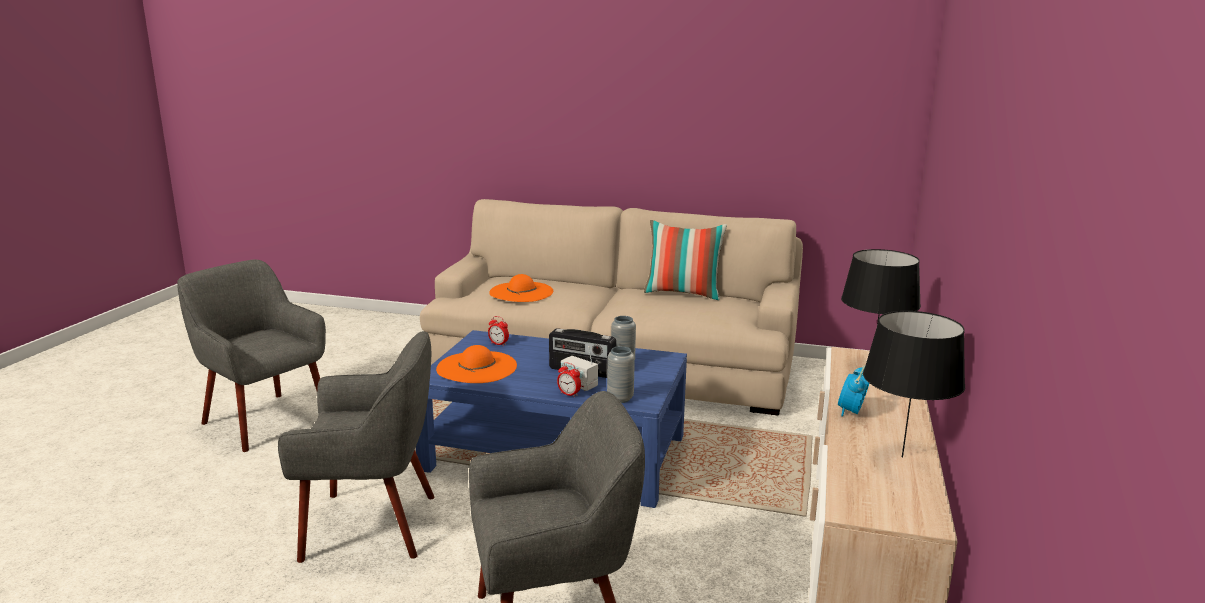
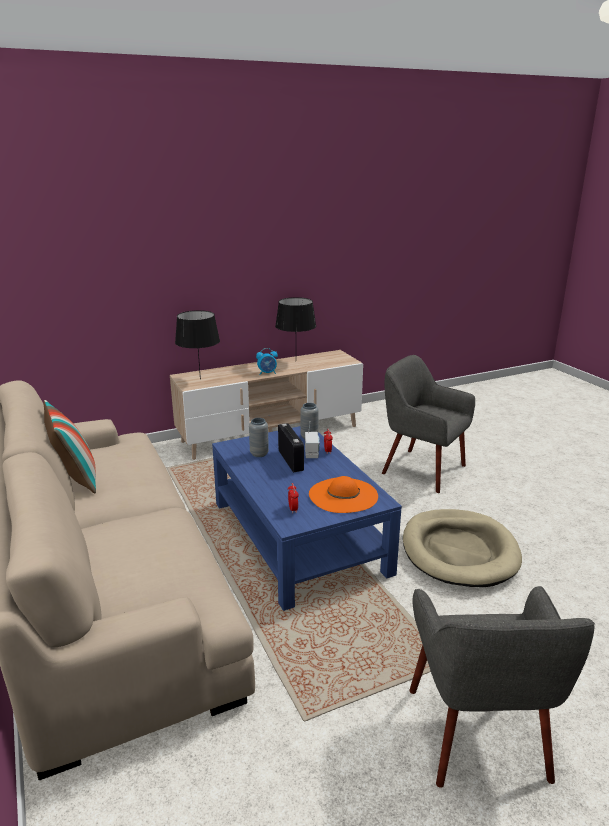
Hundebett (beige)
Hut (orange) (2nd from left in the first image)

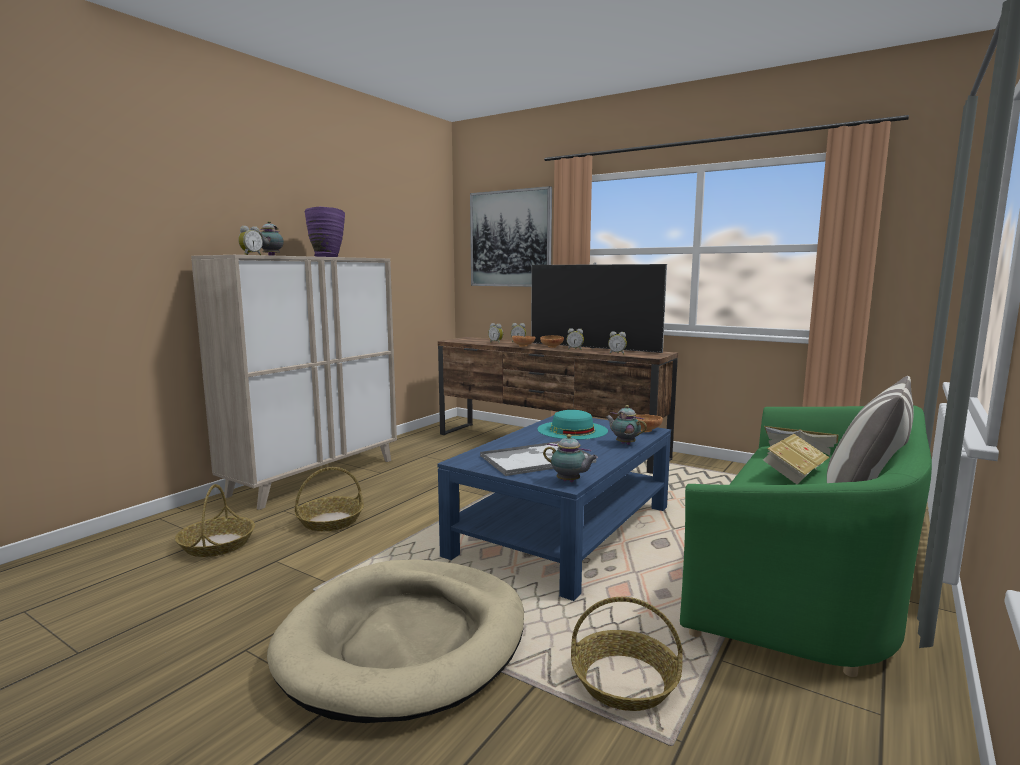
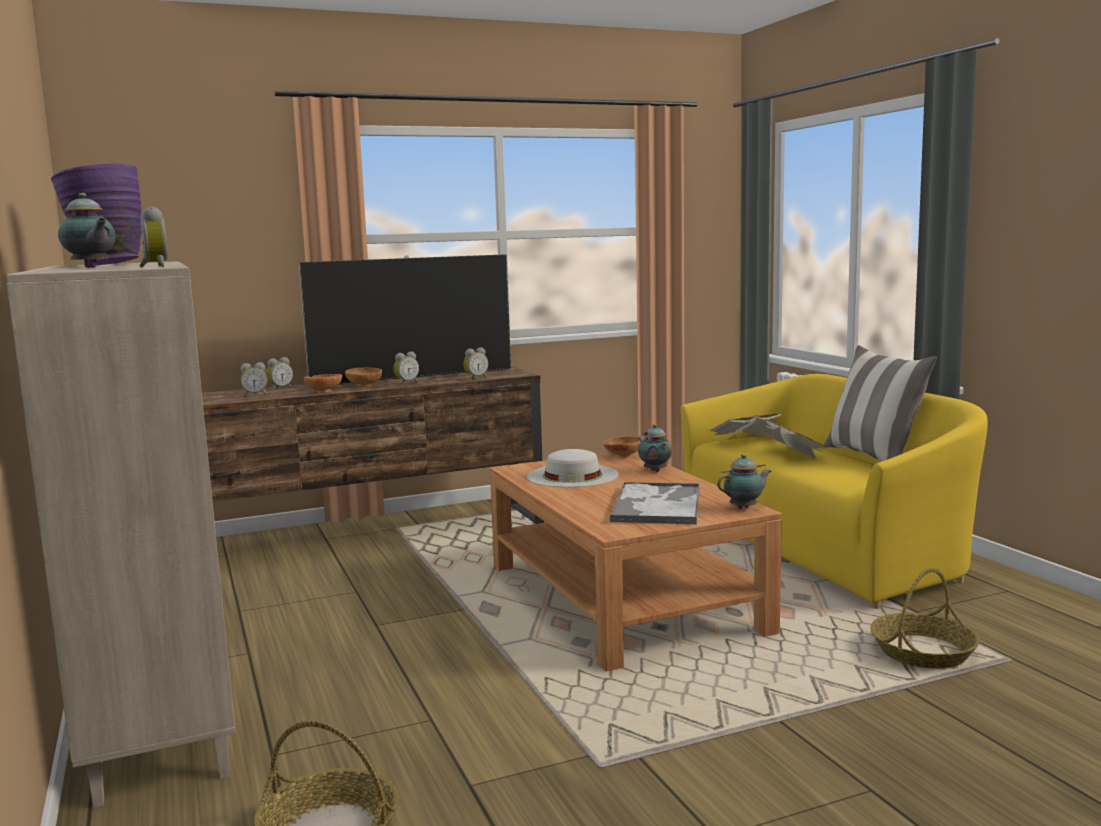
Hundebett (beige)
Korb (2nd from left in the first image)
Couchtisch (braun)
Bild
Hut (weiß)
Teekanne (2nd from left)
Sofa (gelb)

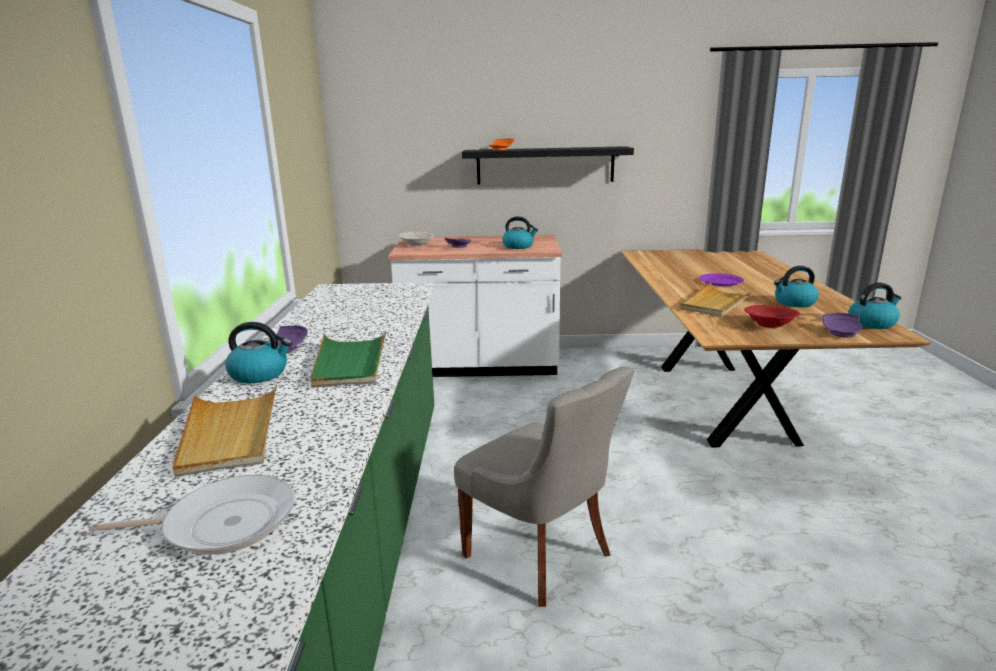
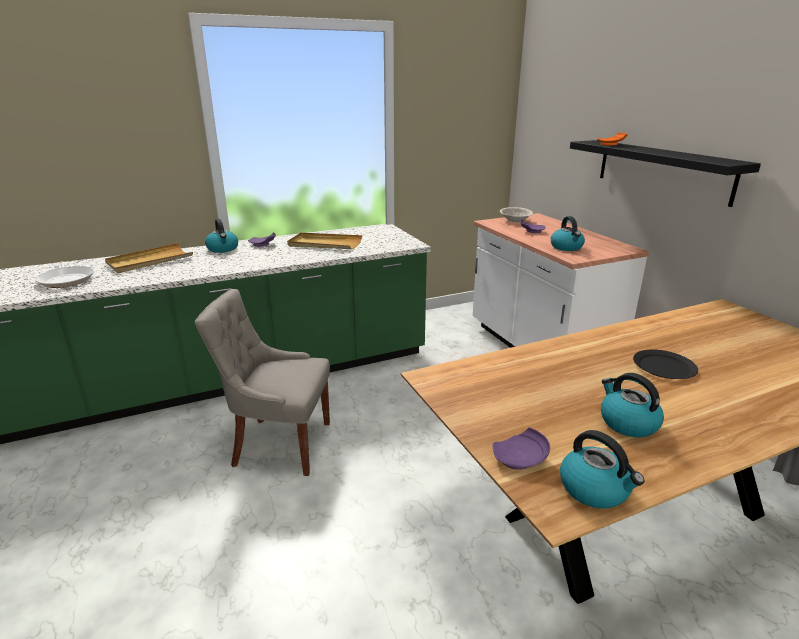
Tablett (grün)
Stuhl (grau)
Tablett (beige) (2nd from left)
Teller (schwarz)
Schüssel (rot)

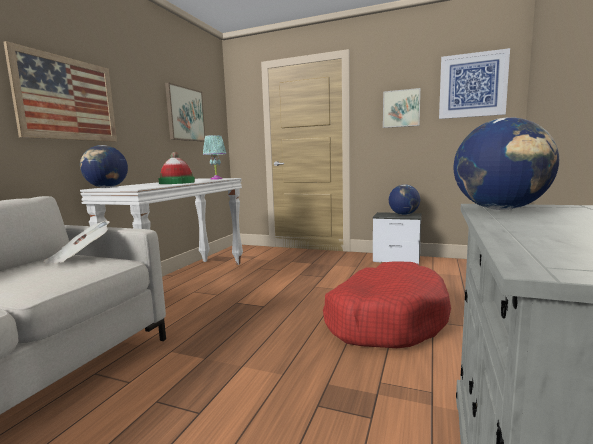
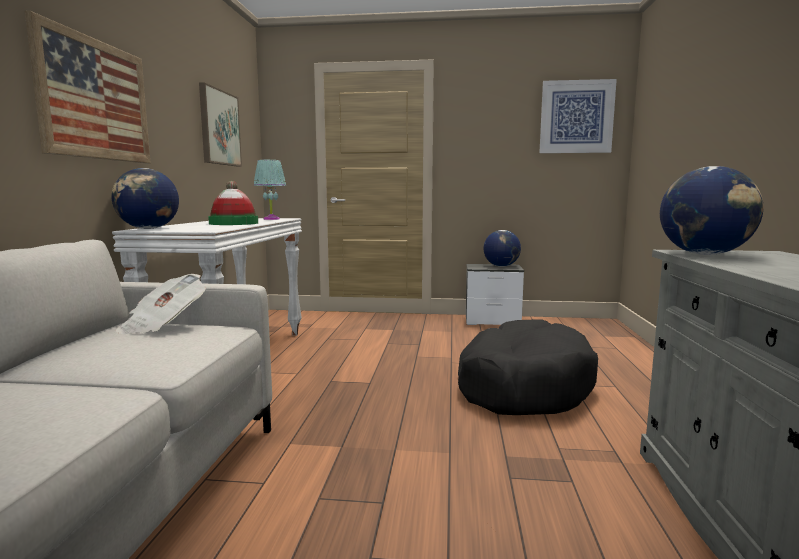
Hundebett (schwarz)
Bild (3rd from left in the first image)

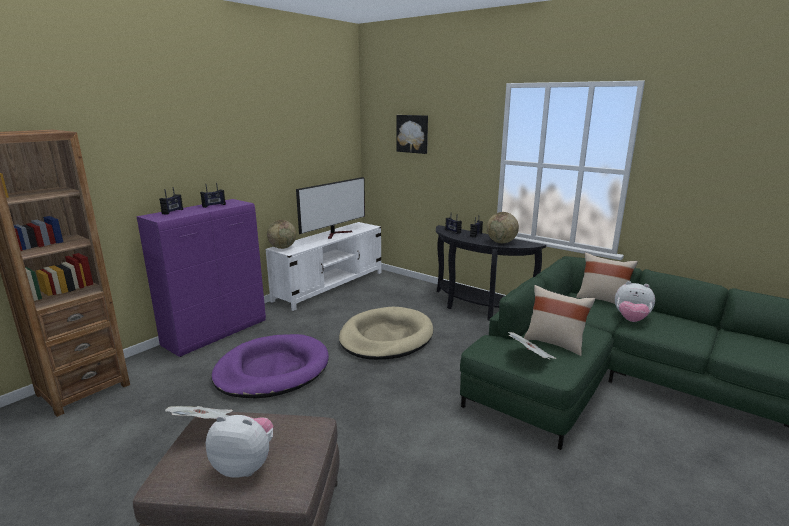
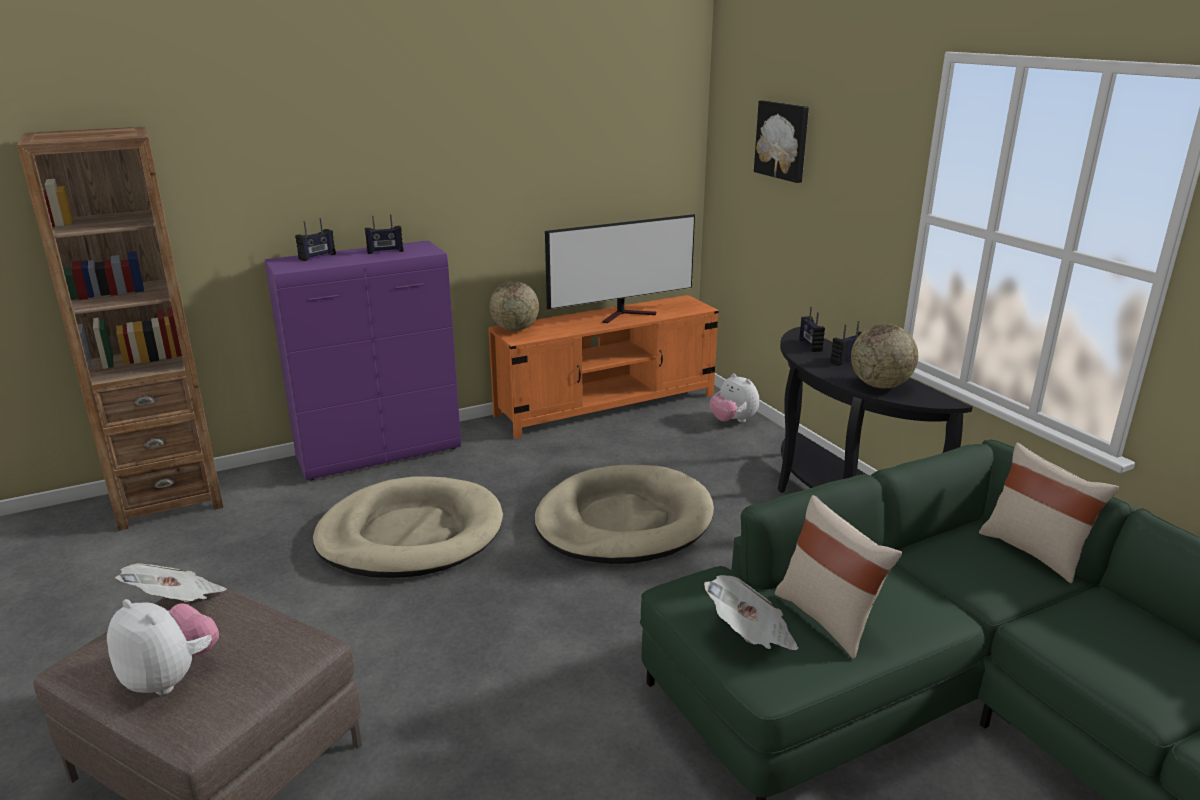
Hundebett (beige) (1st from left)
Fernsehschrank (orange)
Plüschtier (2nd from left)

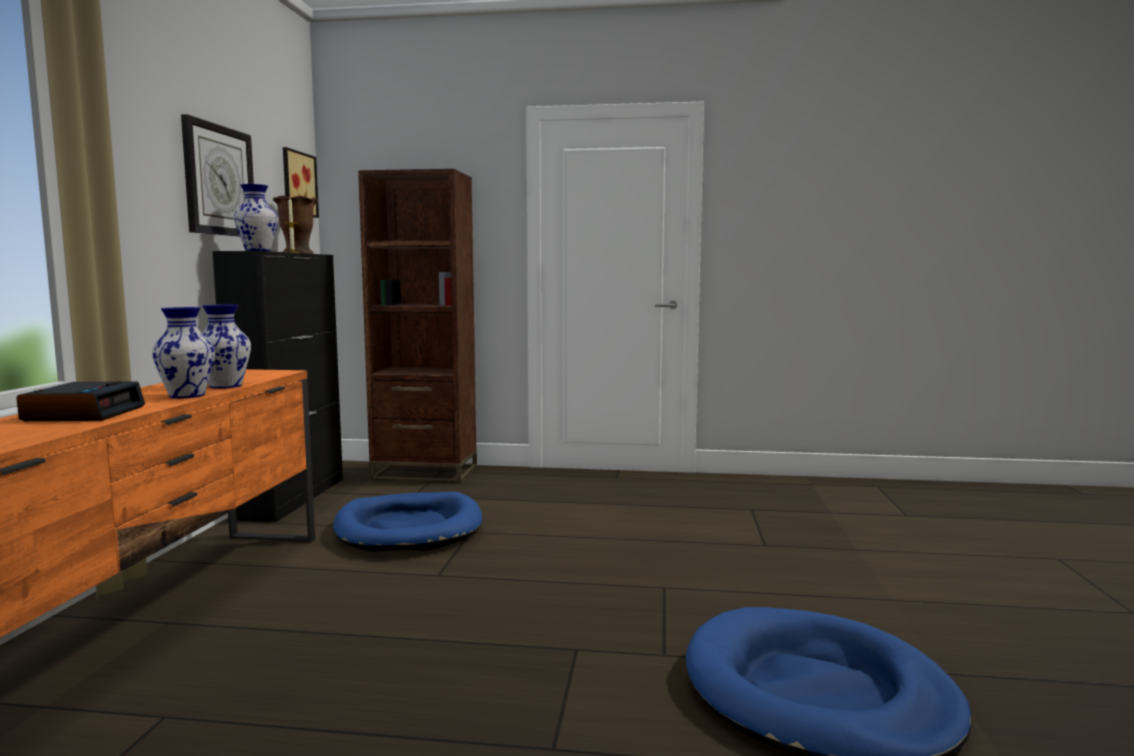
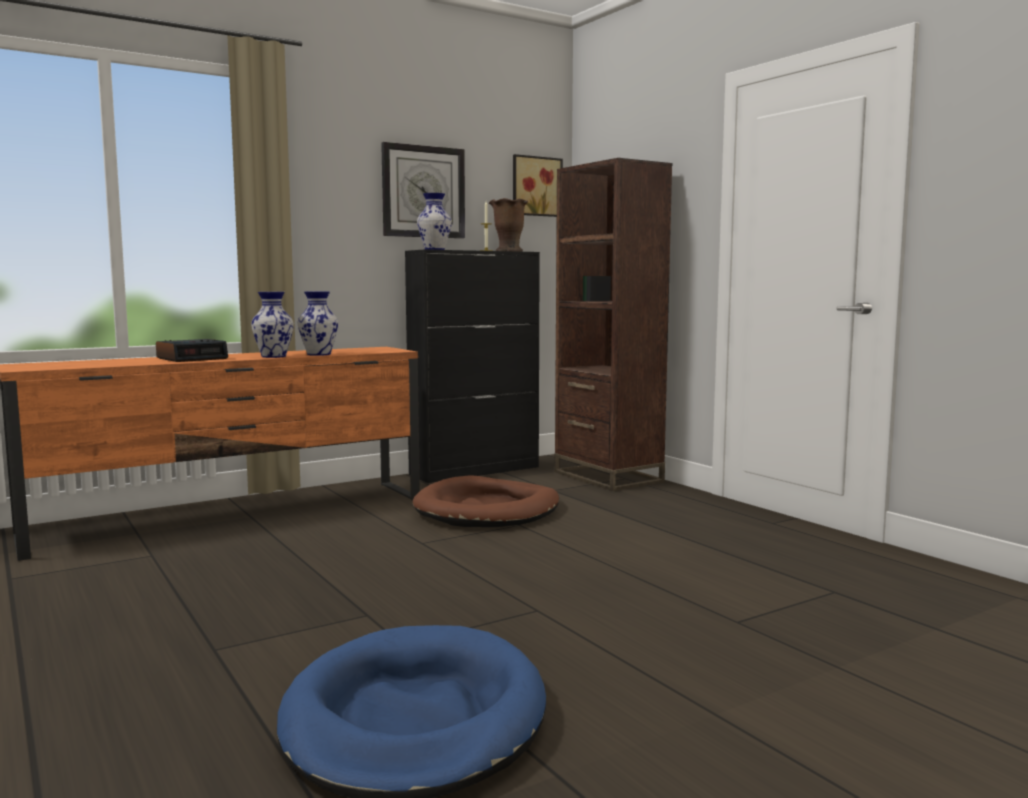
Hundebett (braun)

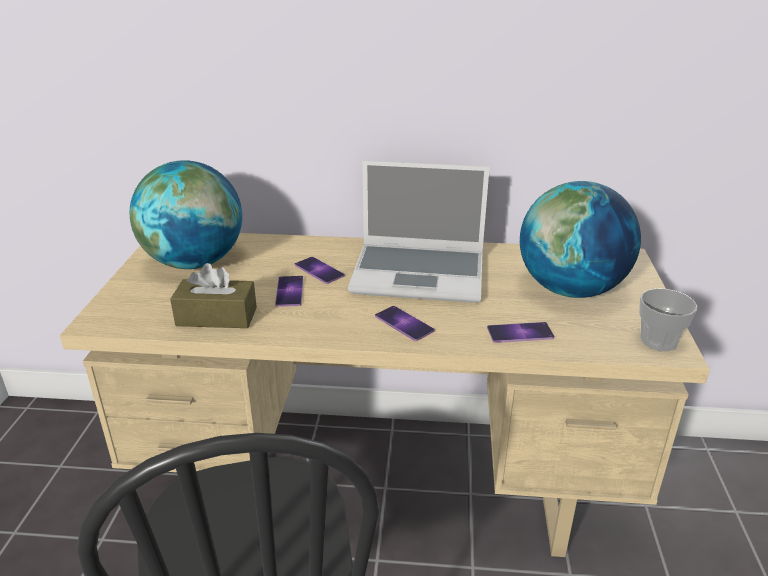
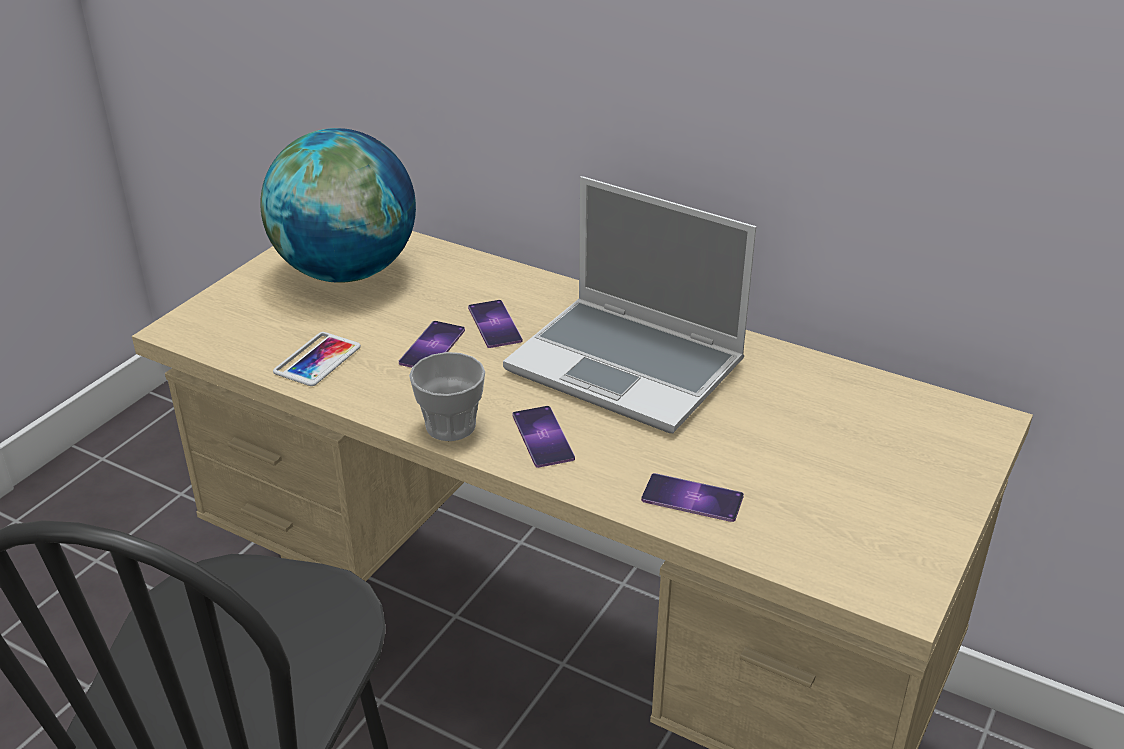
Handy (1st from left)
Globus (2nd from left in the first image)
Tasse

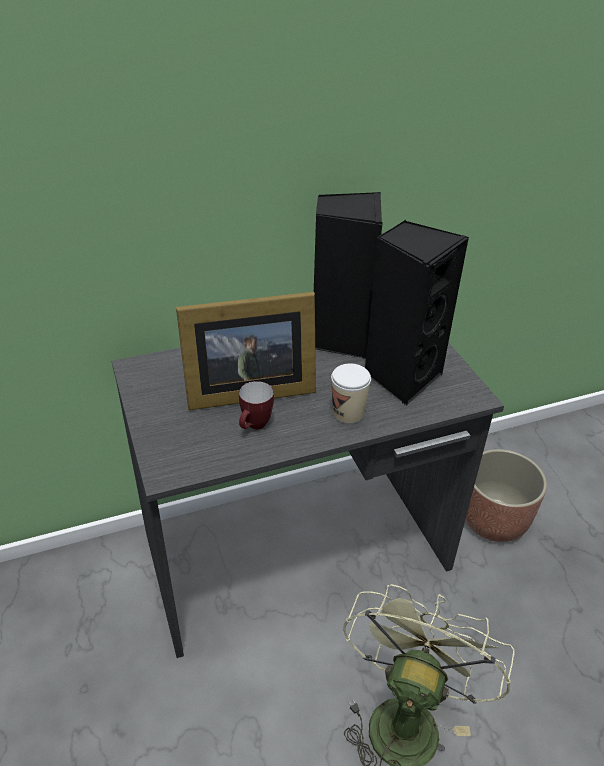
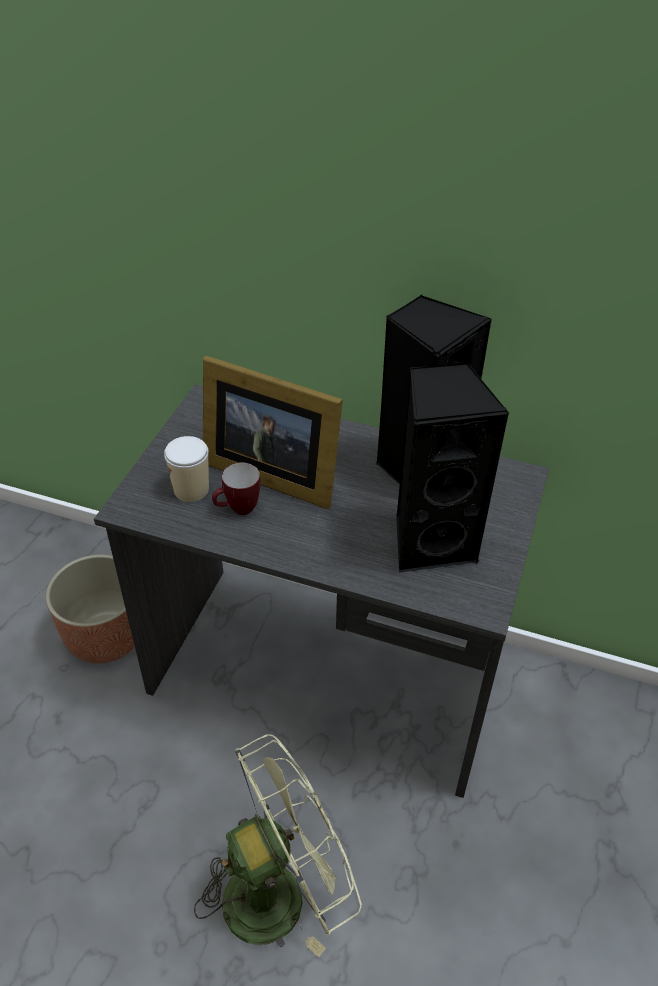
Tasse
Pflanzkübel

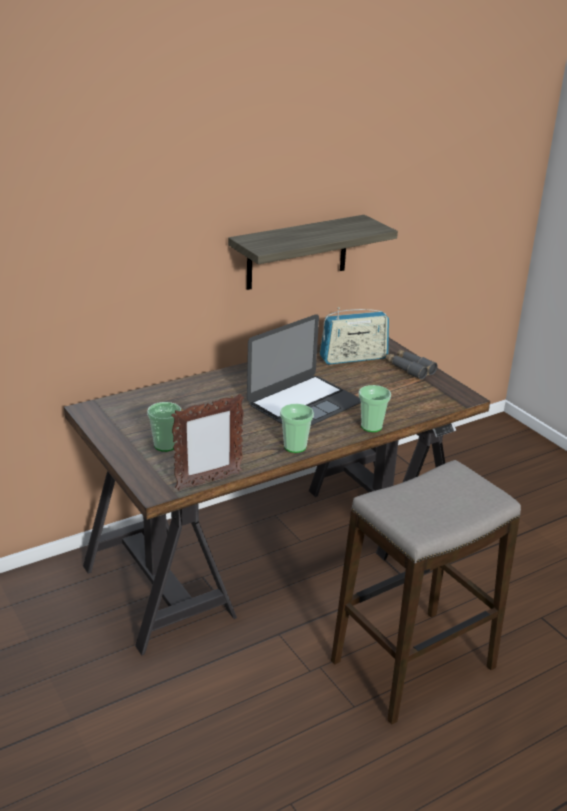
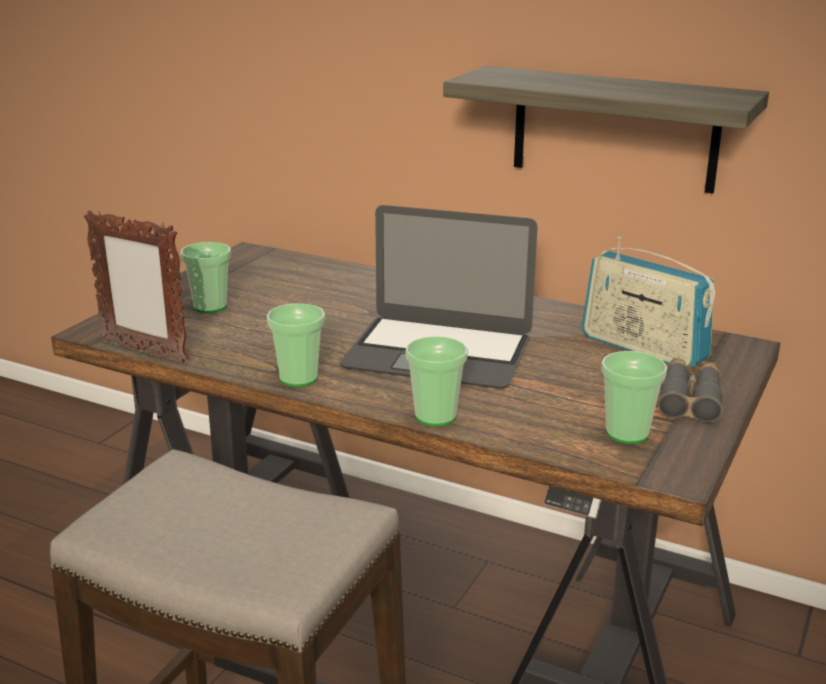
Tasse (4th from left)

